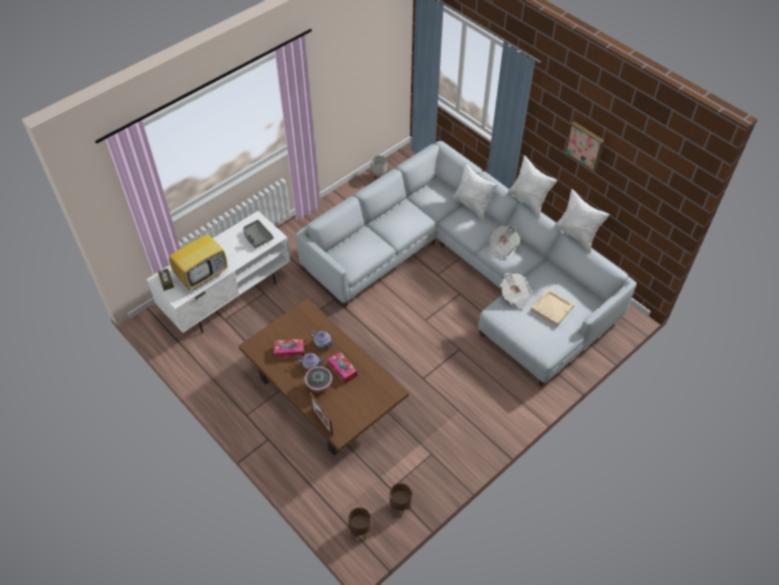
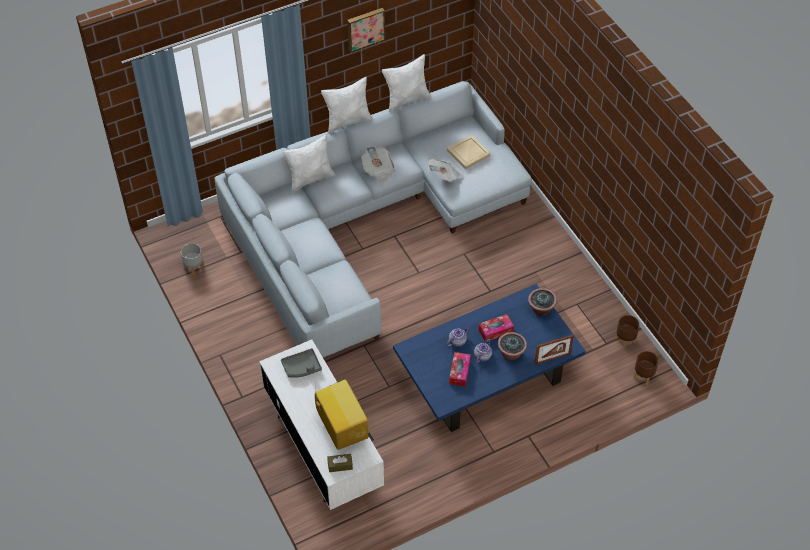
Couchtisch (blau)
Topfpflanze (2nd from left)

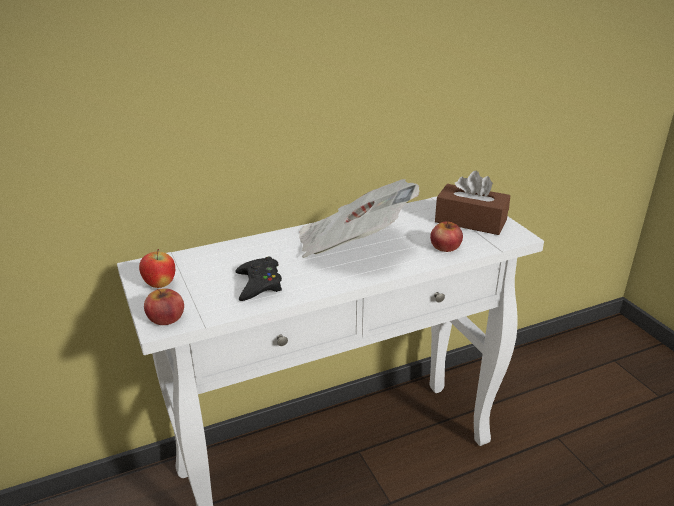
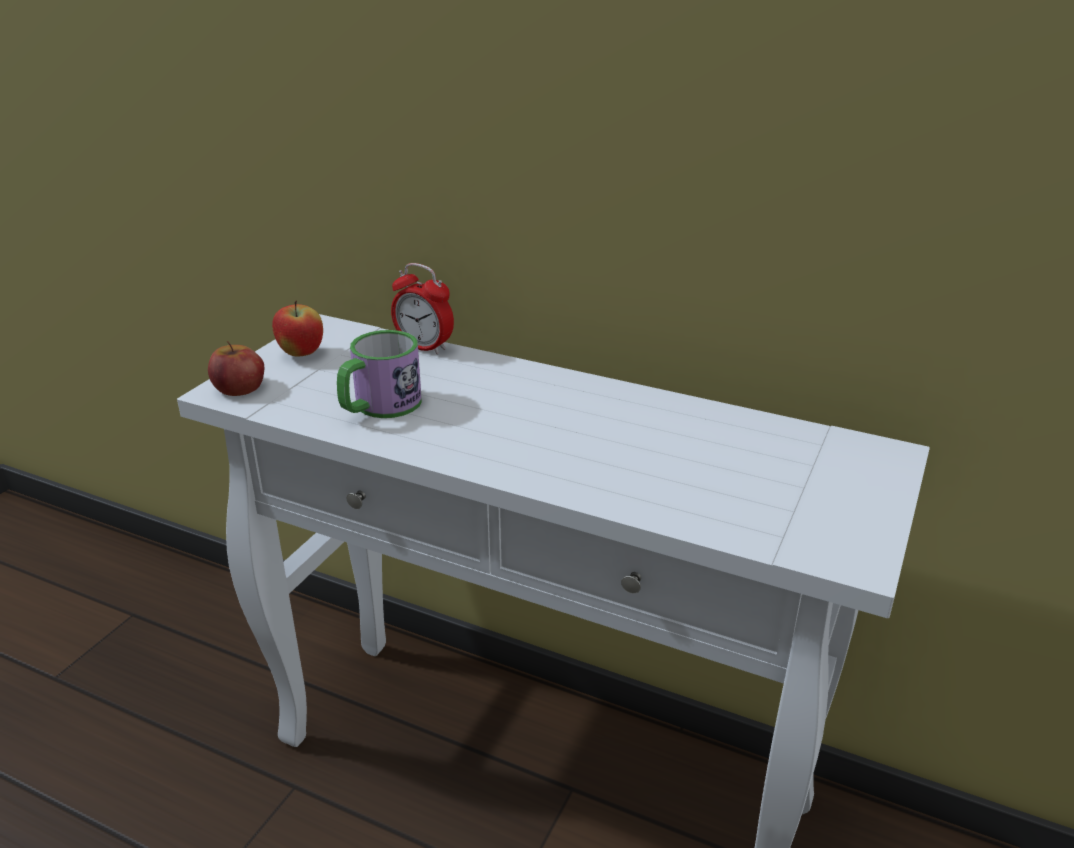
Henkelbecher
Zeitung
Apfel (3rd from left in the first image)
Taschentuchbox (braun)
Wecker

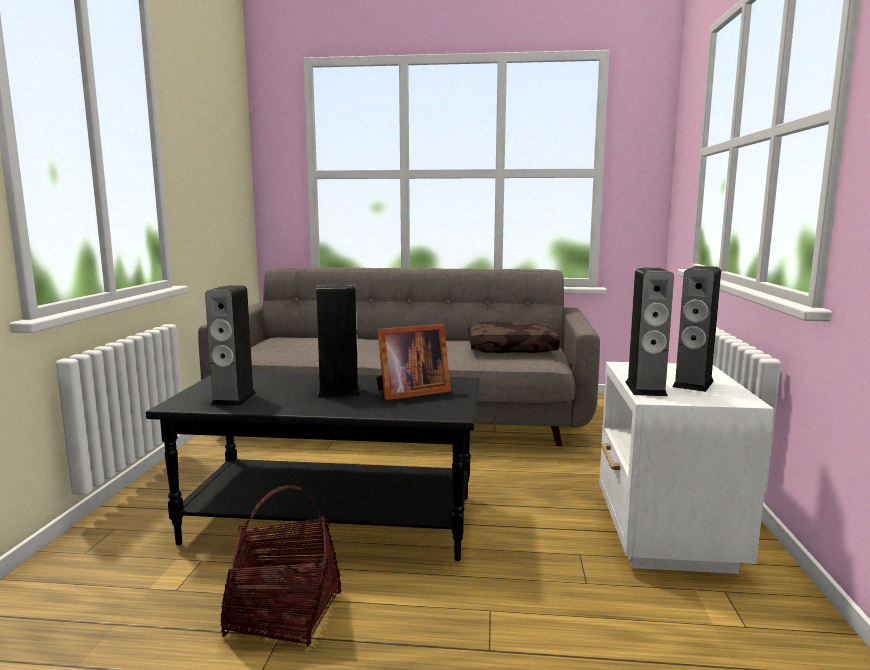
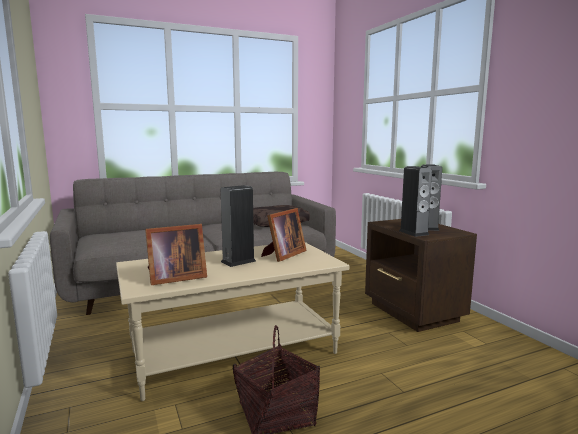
Couchtisch (beige)
Bilderrahmen (1st from left)
Nachttisch (braun)

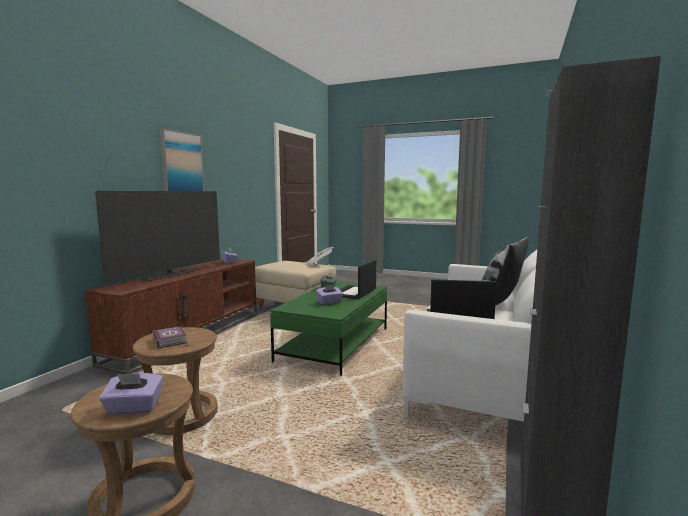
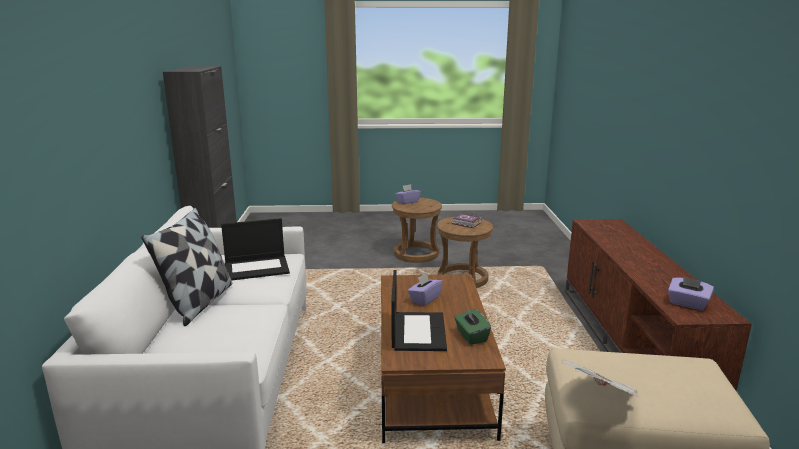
Fernseher
Bild
Couchtisch (braun)

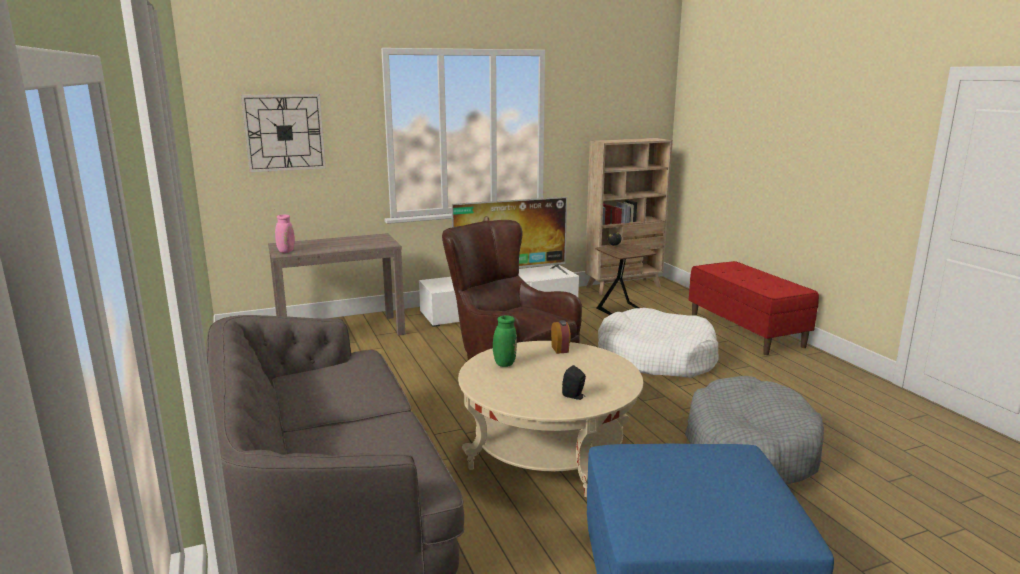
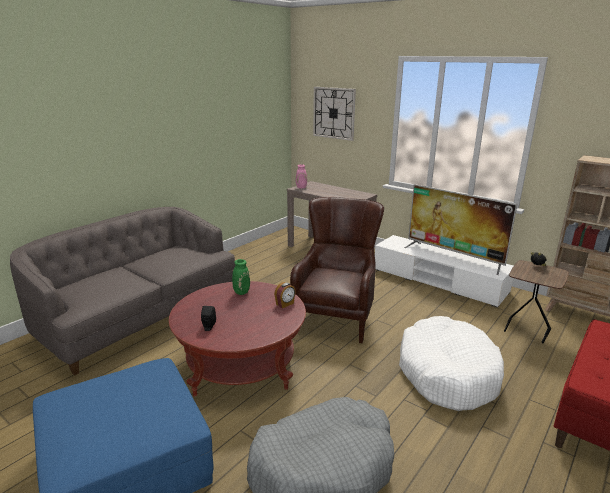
Couchtisch (rot)

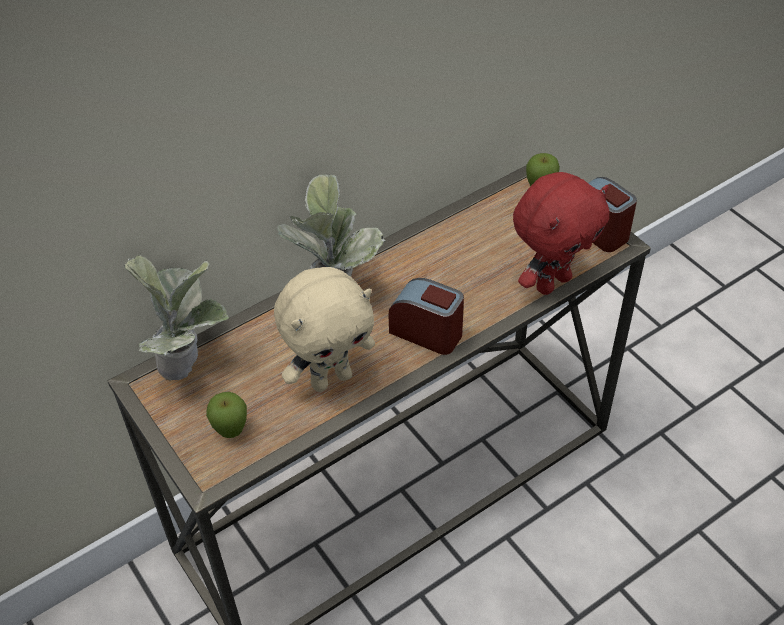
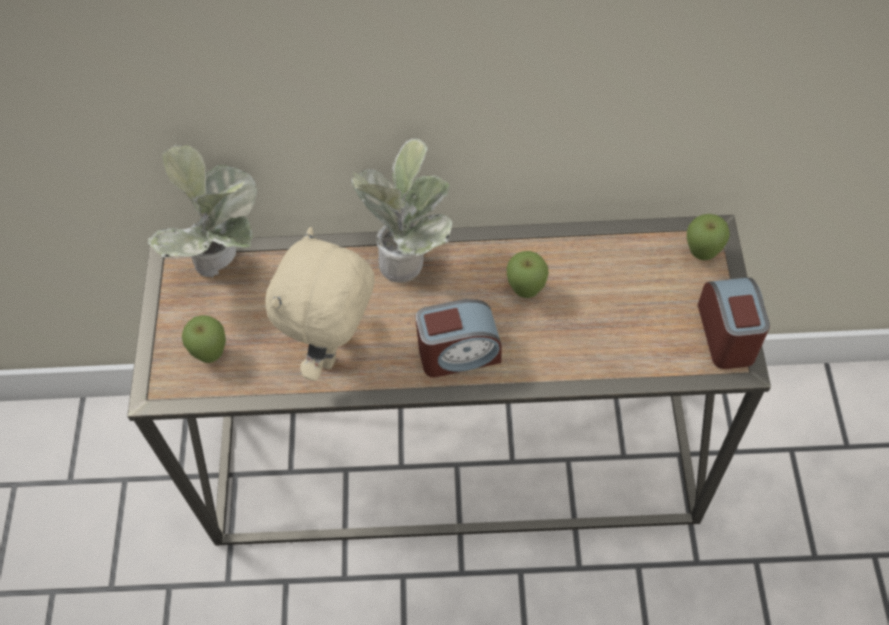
Plüschtier (beige)
Wecker (1st from left)
Plüschtier (rot)
Apfel (2nd from left)

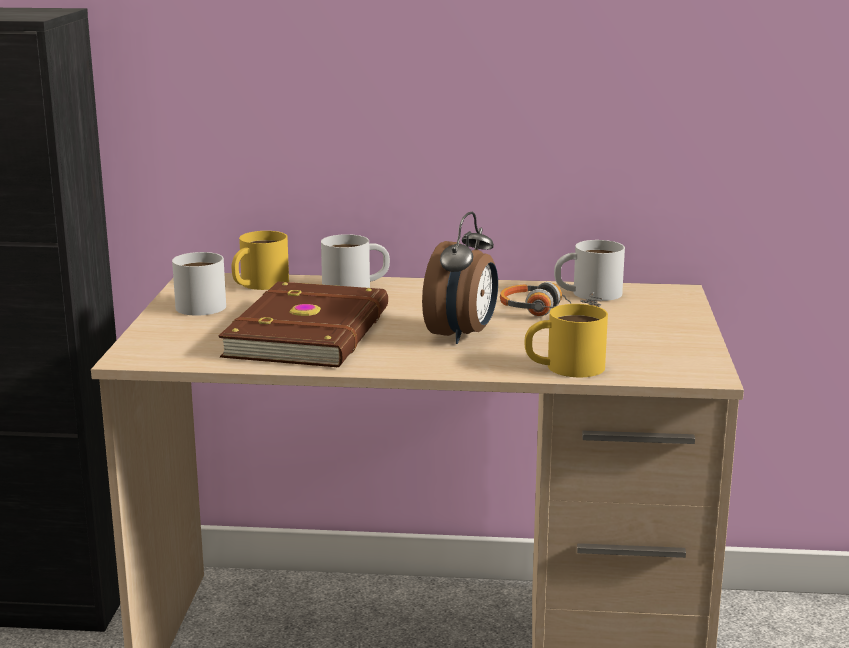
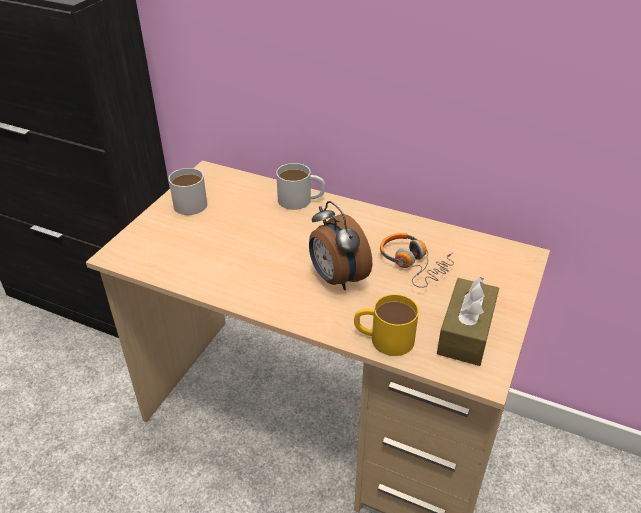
Buch (braun)
Henkelbecher (gelb) (1st from left in the first image)
Wecker
Henkelbecher (weiß) (3rd from left in the first image)
Taschentuchbox (braun)

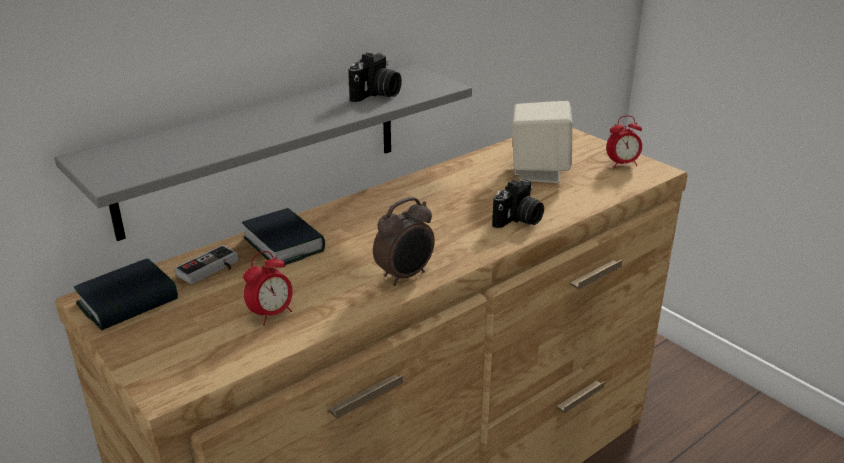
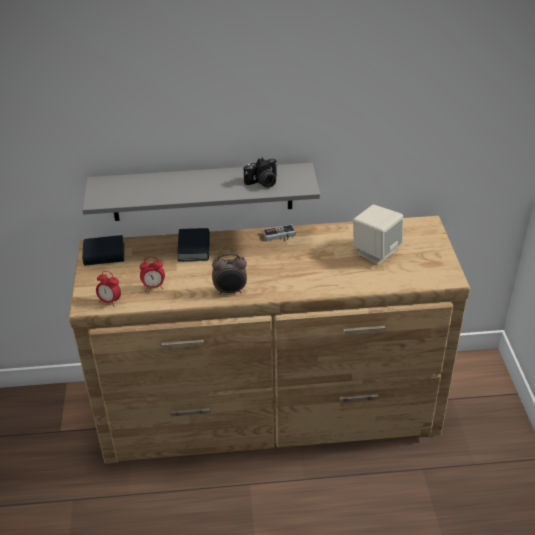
Gamepad
Kamera (2nd from left in the first image)
Wecker (1st from left)

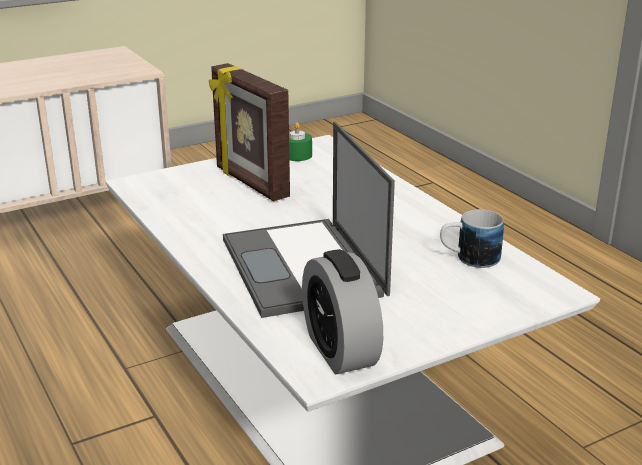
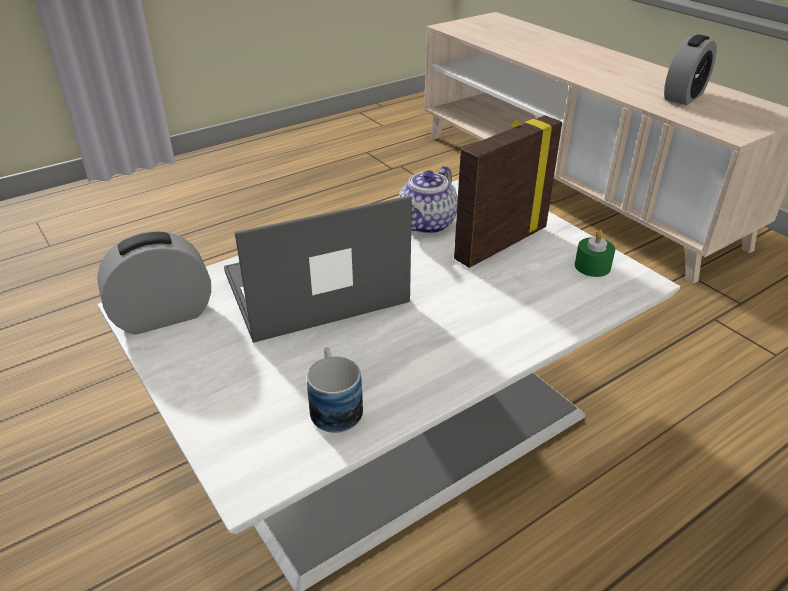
Teekanne
Wecker (2nd from left)

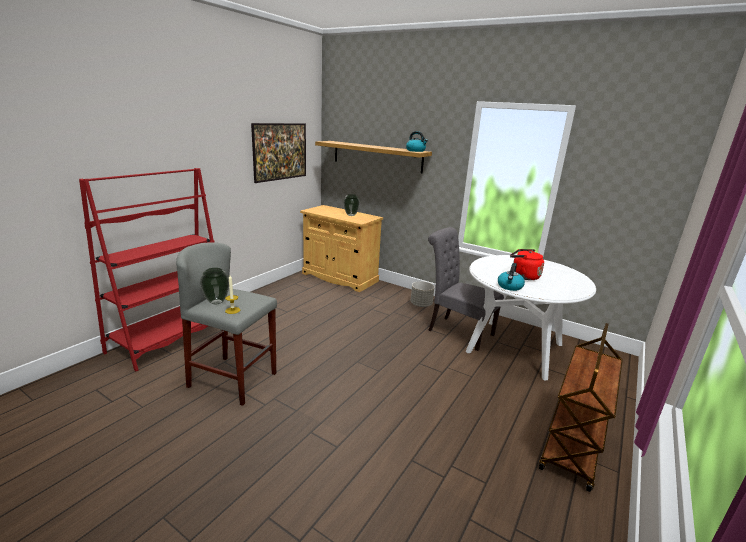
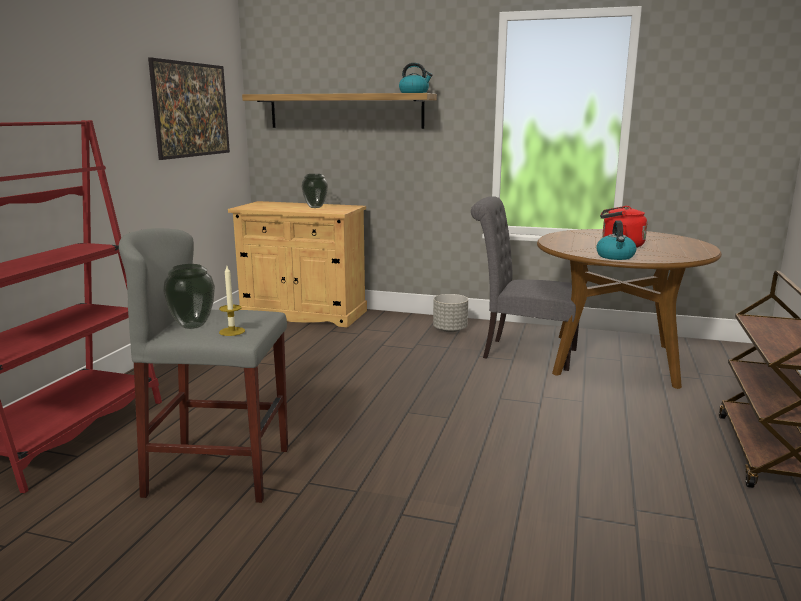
Esstisch (braun)

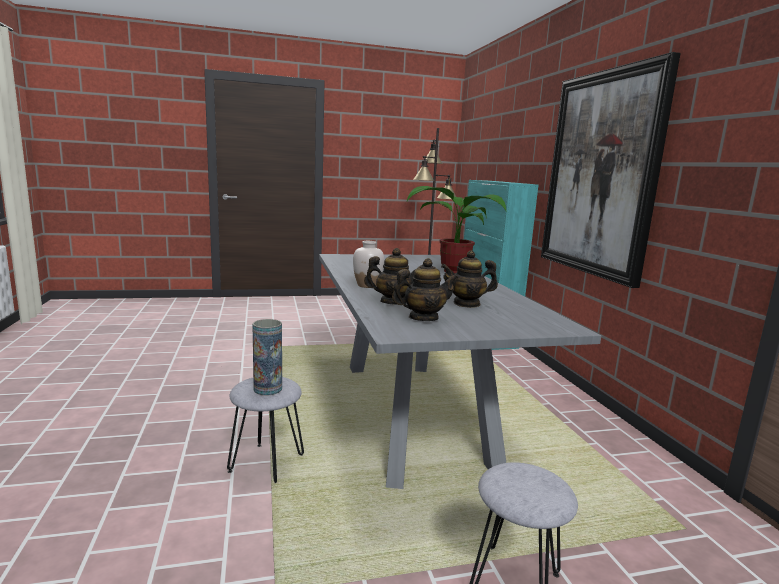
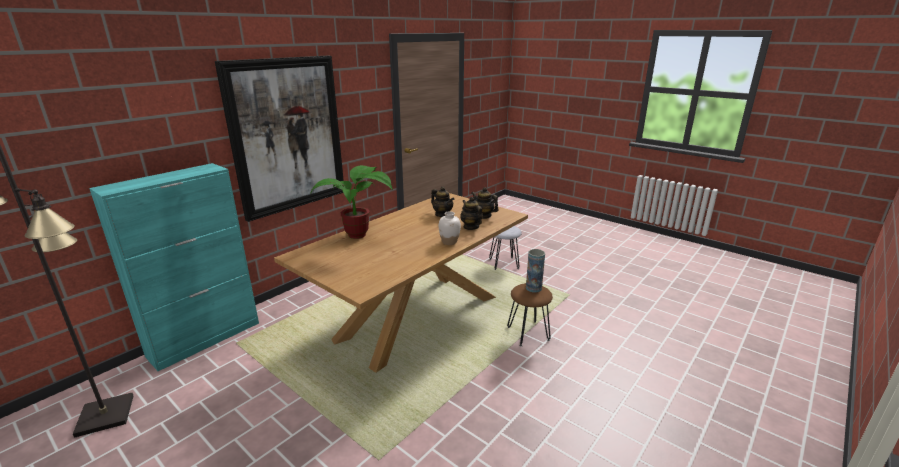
Hocker (braun)
Esstisch (braun)

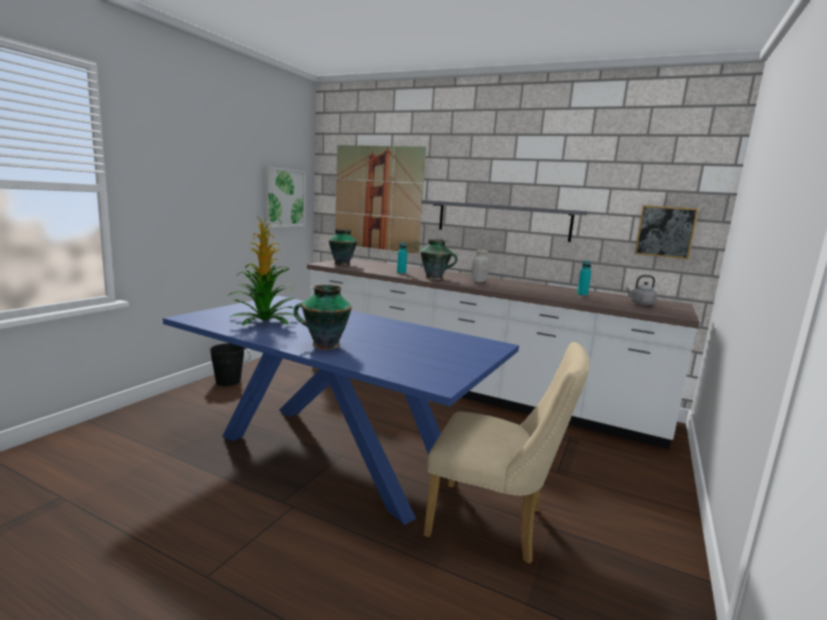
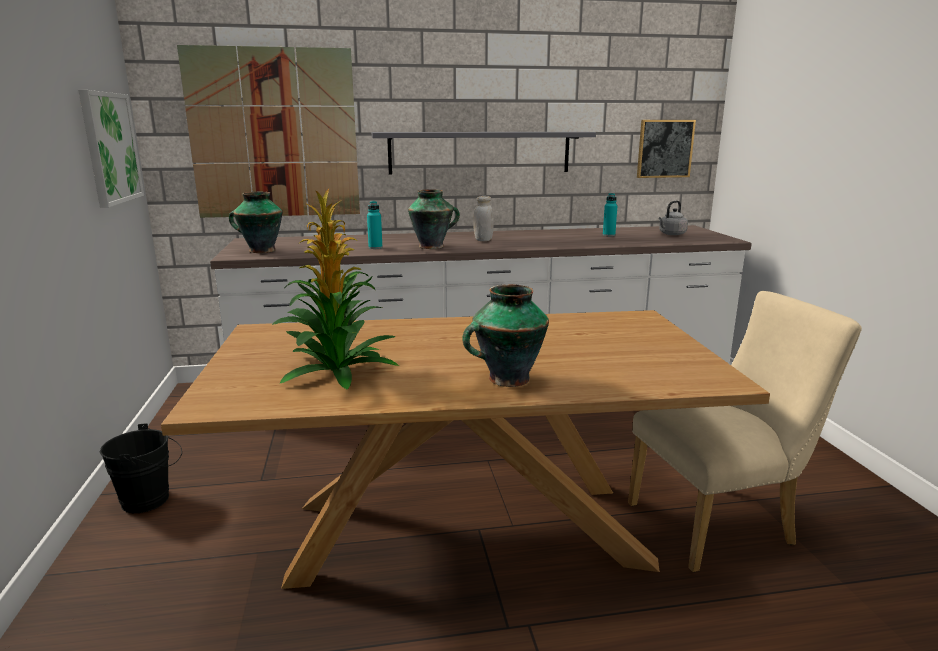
Esstisch (braun)

